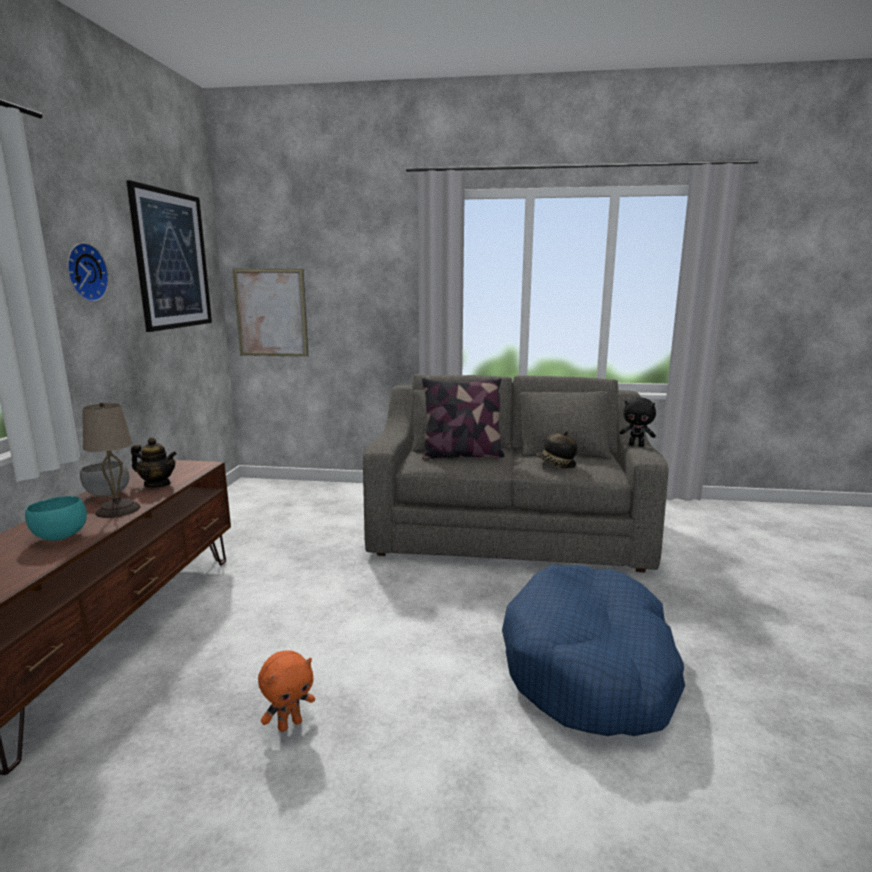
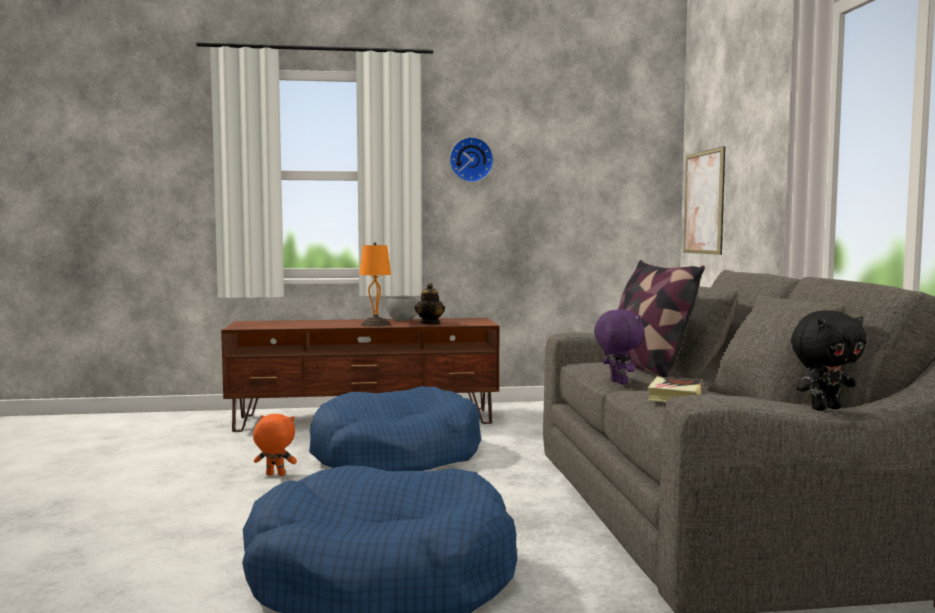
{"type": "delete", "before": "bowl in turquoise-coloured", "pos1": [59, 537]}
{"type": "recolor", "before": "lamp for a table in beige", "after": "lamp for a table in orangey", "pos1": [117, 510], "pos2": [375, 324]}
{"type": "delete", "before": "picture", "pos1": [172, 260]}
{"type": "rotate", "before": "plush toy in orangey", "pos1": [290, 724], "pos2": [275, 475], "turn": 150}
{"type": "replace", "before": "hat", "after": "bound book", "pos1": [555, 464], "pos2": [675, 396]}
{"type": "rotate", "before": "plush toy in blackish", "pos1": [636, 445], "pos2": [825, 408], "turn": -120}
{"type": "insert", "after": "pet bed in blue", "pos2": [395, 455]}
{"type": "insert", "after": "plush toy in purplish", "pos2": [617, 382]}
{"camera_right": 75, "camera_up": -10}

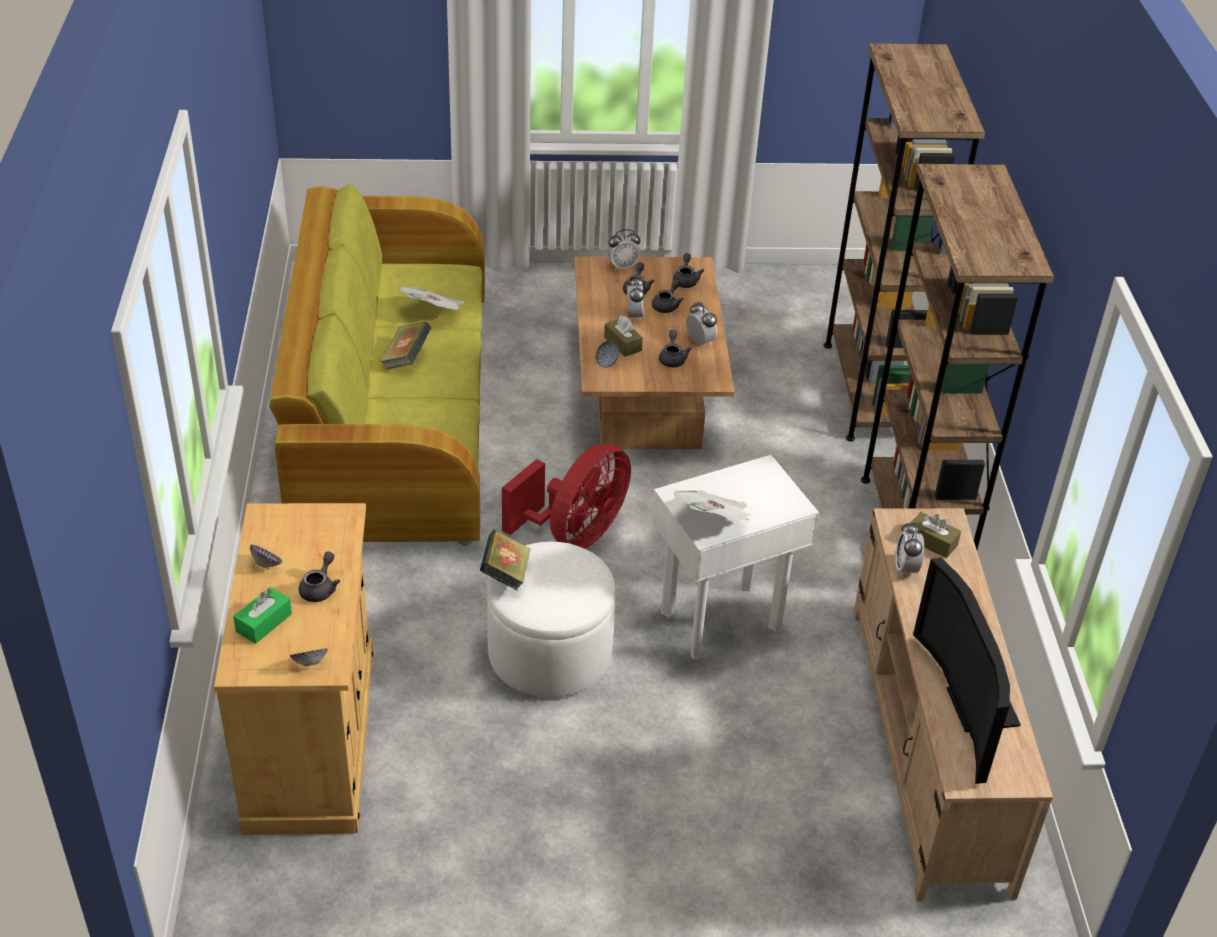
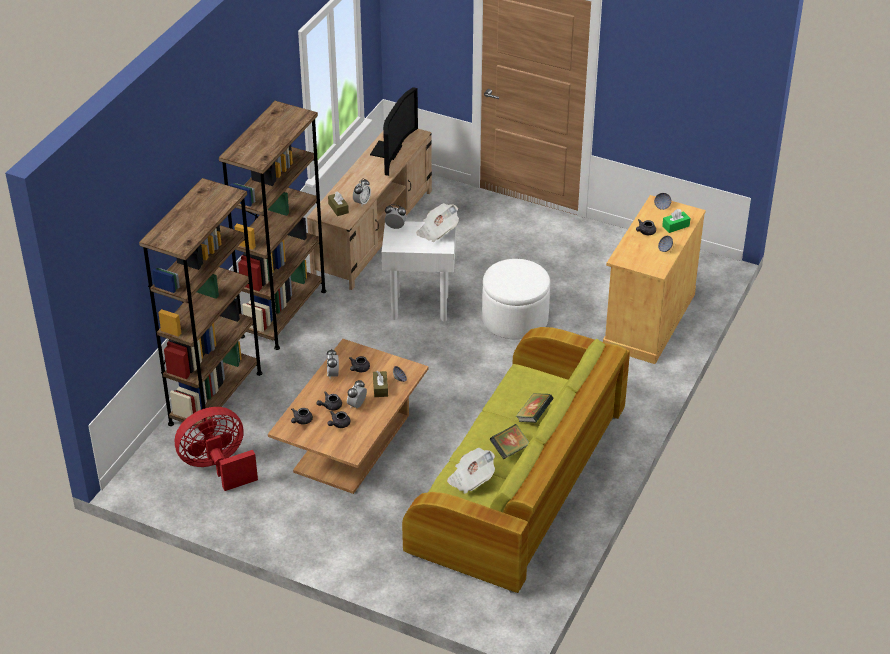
{"type": "move", "before": "bound book", "pos1": [505, 574], "pos2": [534, 416]}
{"type": "move", "before": "electric fan in red", "pos1": [575, 533], "pos2": [218, 467]}
{"type": "move", "before": "alarm clock", "pos1": [622, 266], "pos2": [395, 227]}
{"camera_right": -150, "camera_up": 0}

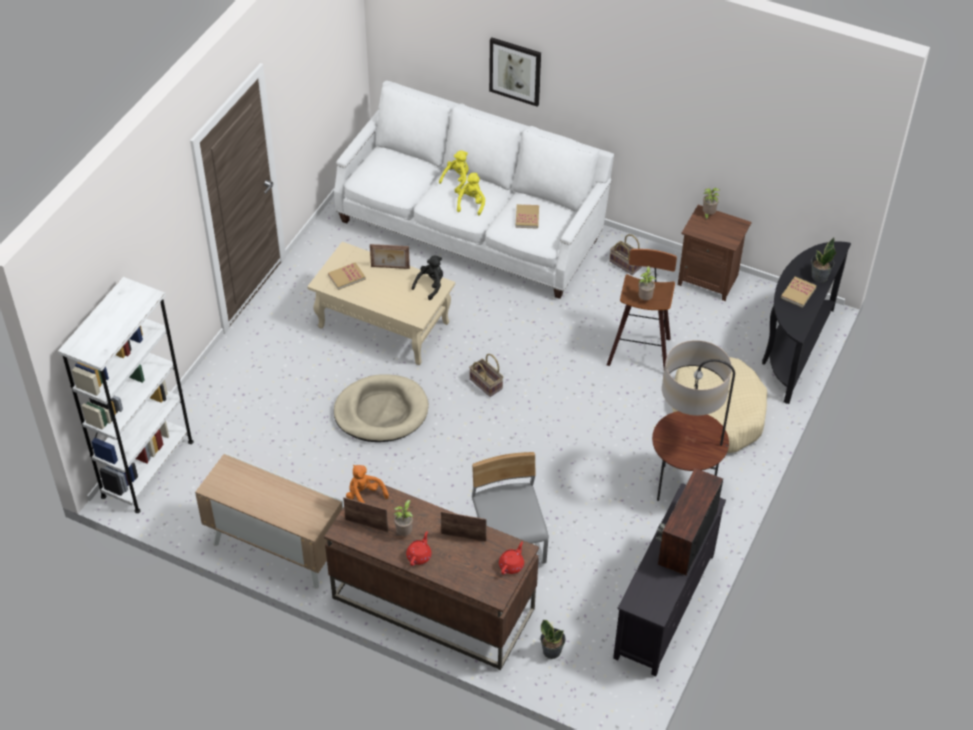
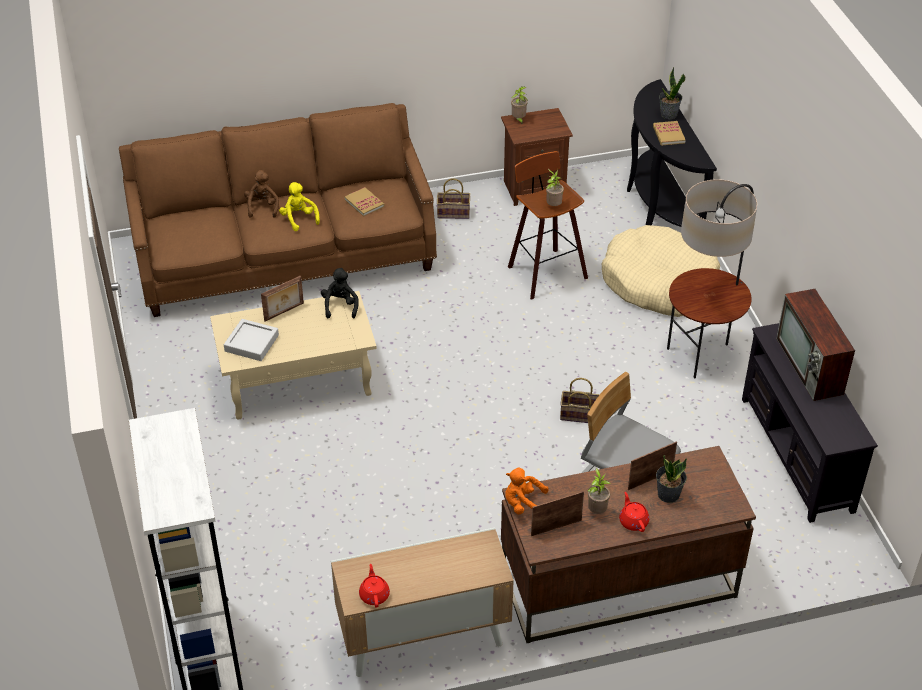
{"type": "replace", "before": "bound book", "after": "carrying tray in greyish", "pos1": [346, 277], "pos2": [251, 343]}
{"type": "recolor", "before": "settee in white-coloured", "after": "settee in brown", "pos1": [472, 227], "pos2": [285, 255]}
{"type": "delete", "before": "pet bed in beige", "pos1": [381, 411]}
{"type": "recolor", "before": "plush toy in yellow", "after": "plush toy in brown", "pos1": [457, 180], "pos2": [262, 207]}
{"type": "move", "before": "basket", "pos1": [487, 384], "pos2": [580, 414]}
{"type": "delete", "before": "picture", "pos1": [515, 71]}
{"type": "move", "before": "teapot in red", "pos1": [511, 565], "pos2": [374, 595]}
{"type": "move", "before": "potted plant", "pos1": [552, 650], "pos2": [668, 494]}
{"camera_right": -40, "camera_up": -5}

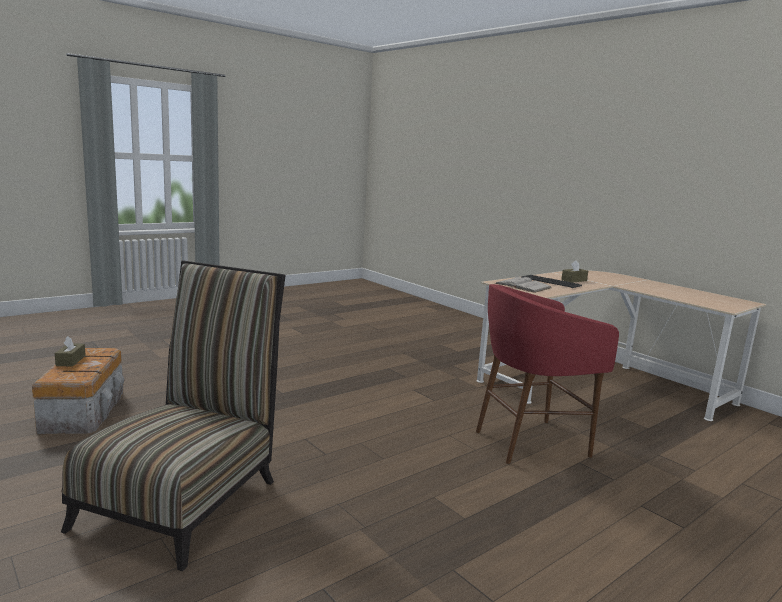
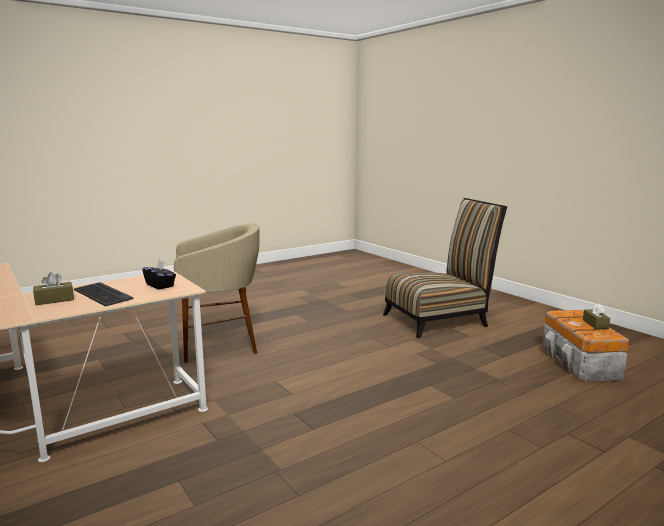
{"type": "rotate", "before": "upright chair", "pos1": [185, 497], "pos2": [440, 319], "turn": -135}
{"type": "recolor", "before": "sitting stool in red", "after": "sitting stool in beige", "pos1": [529, 442], "pos2": [220, 346]}
{"type": "replace", "before": "bound book in white-coloured", "after": "tissue holder in blackish", "pos1": [523, 286], "pos2": [160, 285]}
{"camera_right": -175, "camera_up": 0}

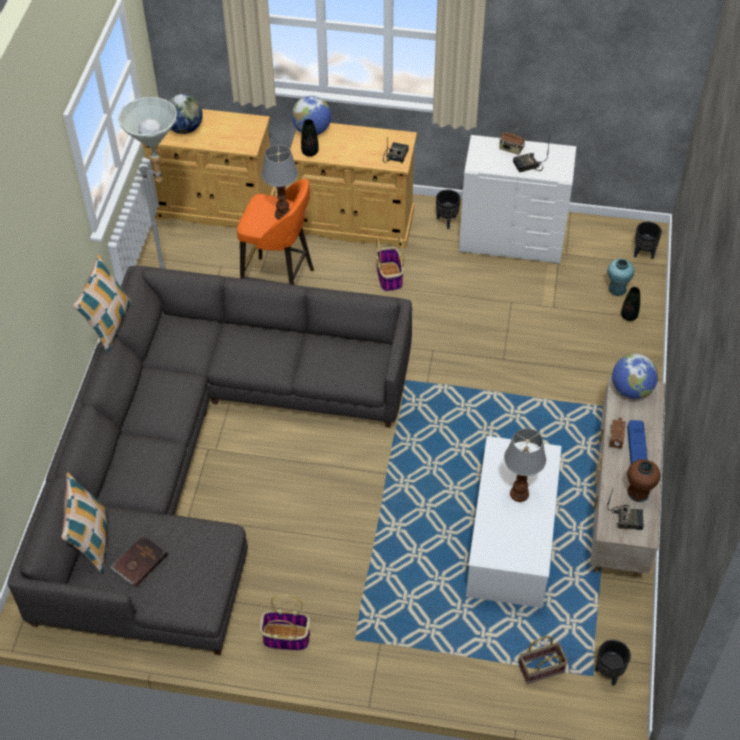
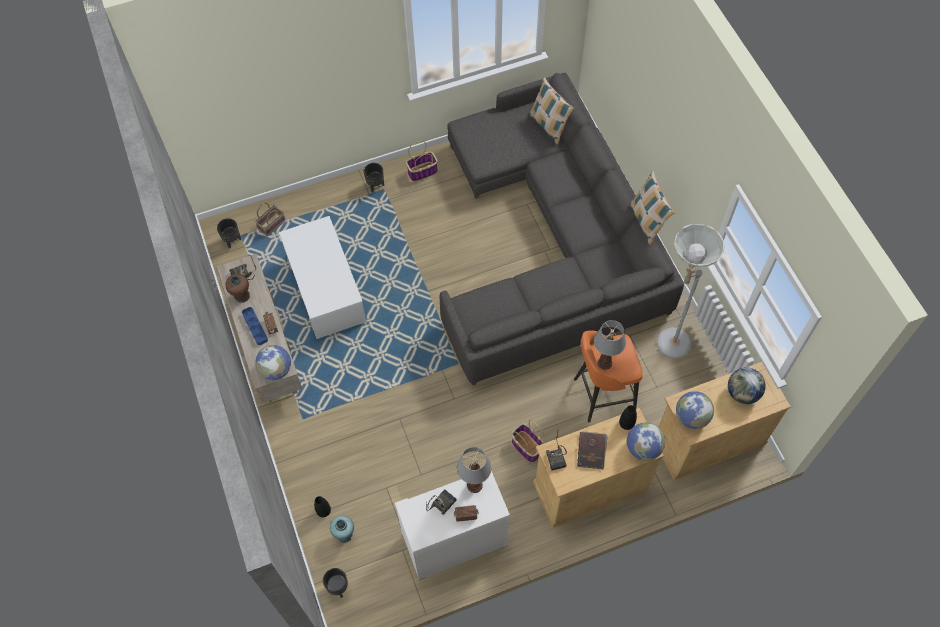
{"type": "move", "before": "bound book in brown", "pos1": [139, 562], "pos2": [592, 451]}
{"type": "move", "before": "plant pot in blackish", "pos1": [446, 221], "pos2": [375, 185]}
{"type": "move", "before": "lamp for a table", "pos1": [520, 494], "pos2": [474, 485]}
{"type": "insert", "after": "world globe", "pos2": [691, 417]}
{"camera_right": 150, "camera_up": 10}

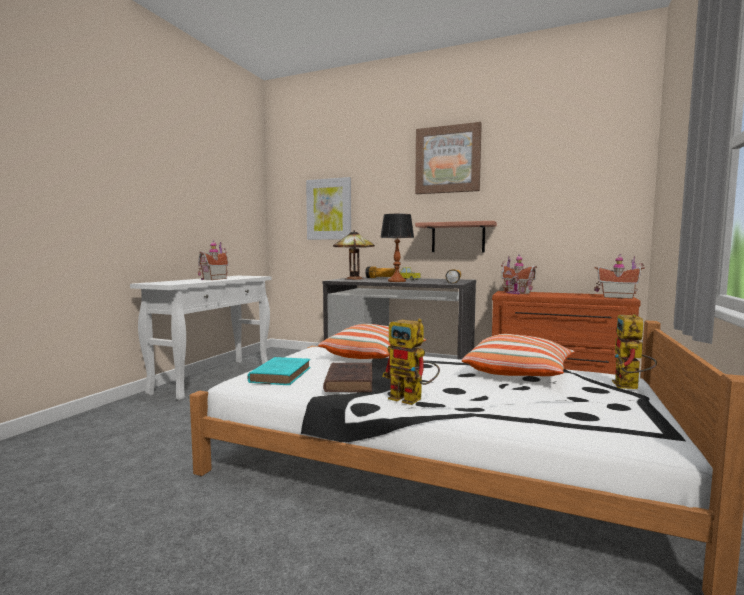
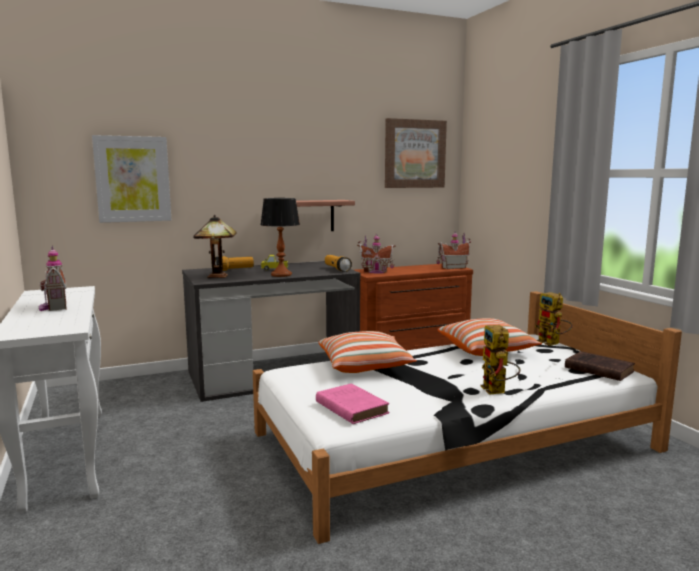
{"type": "recolor", "before": "bound book in turquoise-coloured", "after": "bound book in pink", "pos1": [281, 374], "pos2": [350, 407]}
{"type": "move", "before": "bound book in brown", "pos1": [349, 381], "pos2": [597, 369]}
{"type": "rotate", "before": "model robot", "pos1": [412, 399], "pos2": [497, 391], "turn": 90}
{"type": "move", "before": "picture", "pos1": [447, 160], "pos2": [414, 154]}
{"camera_right": -45, "camera_up": 5}

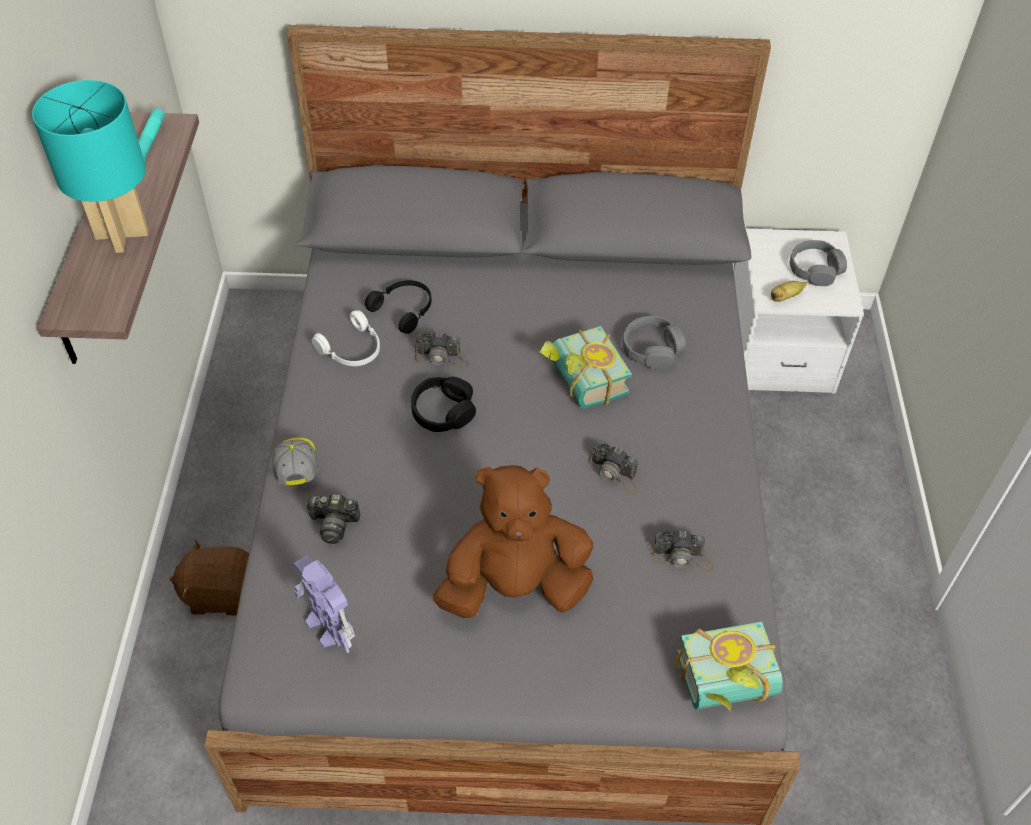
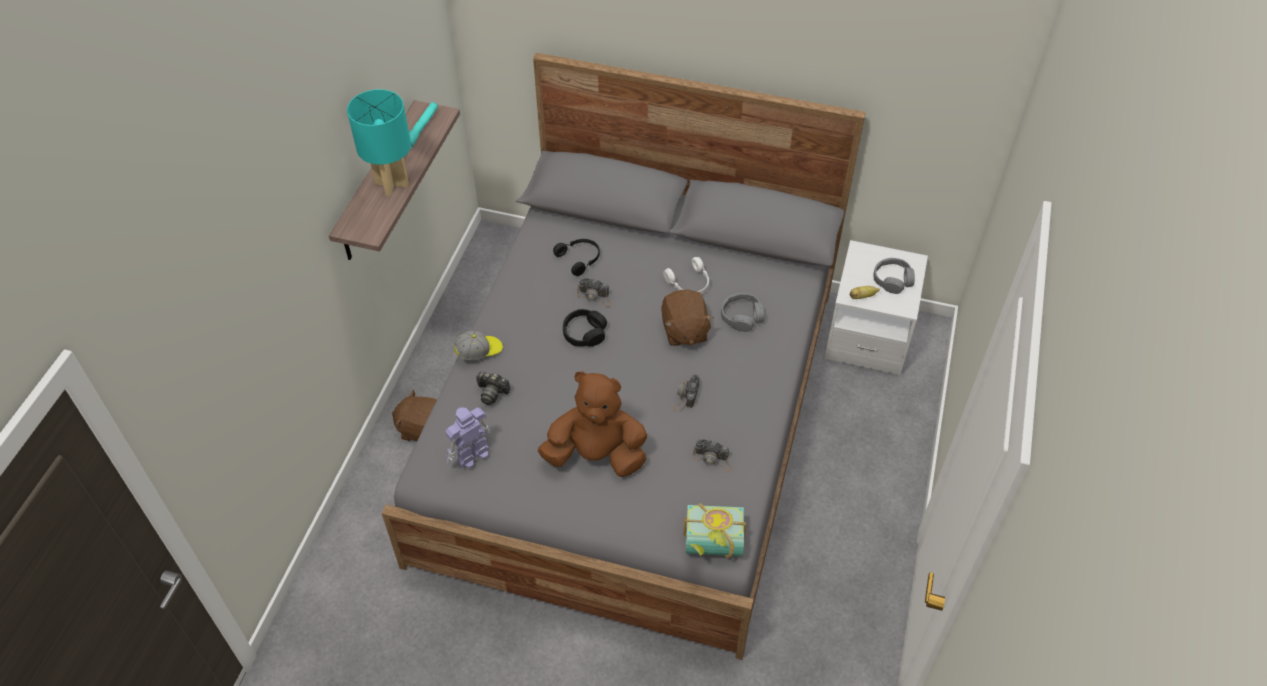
{"type": "rotate", "before": "baseball cap", "pos1": [296, 466], "pos2": [479, 351], "turn": 60}
{"type": "rotate", "before": "model robot", "pos1": [330, 627], "pos2": [472, 455], "turn": 75}
{"type": "move", "before": "headphones in white-coloured", "pos1": [352, 350], "pos2": [689, 283]}
{"type": "replace", "before": "bound book", "after": "plush toy in brown", "pos1": [580, 383], "pos2": [684, 331]}
{"type": "rotate", "before": "photo camera", "pos1": [614, 474], "pos2": [686, 396], "turn": 60}
{"camera_right": 15, "camera_up": 0}

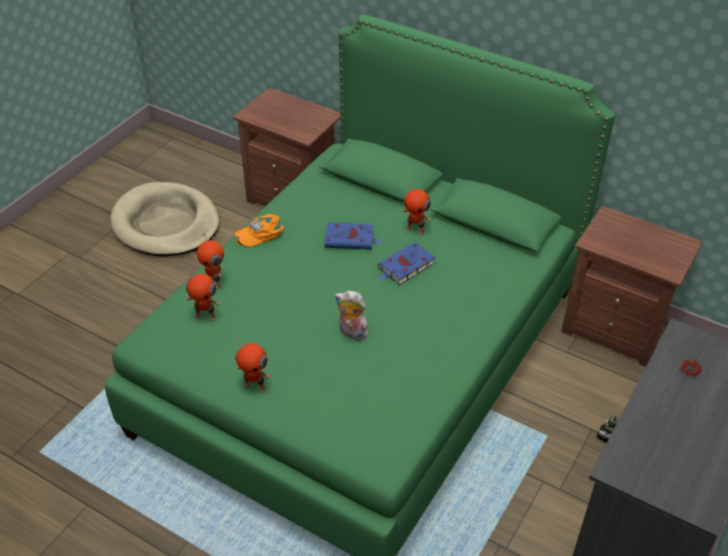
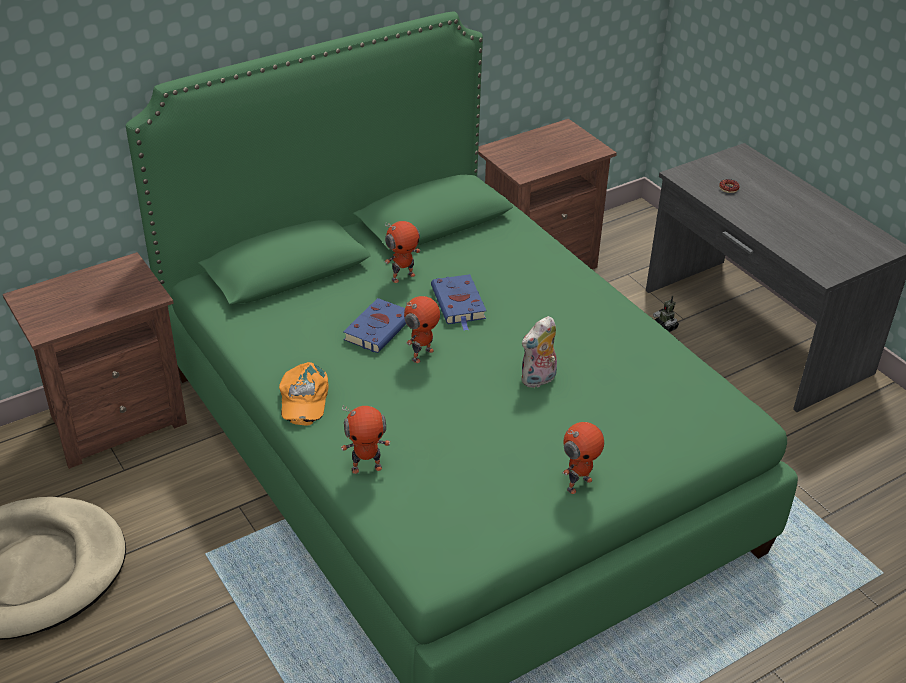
{"type": "move", "before": "model robot", "pos1": [206, 315], "pos2": [421, 354]}
{"camera_right": -65, "camera_up": -5}

